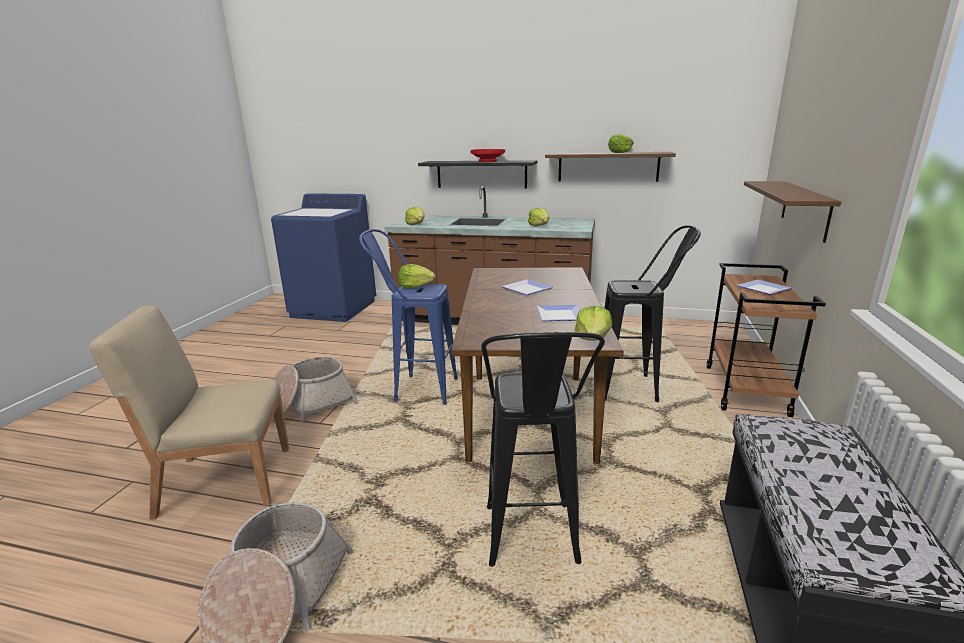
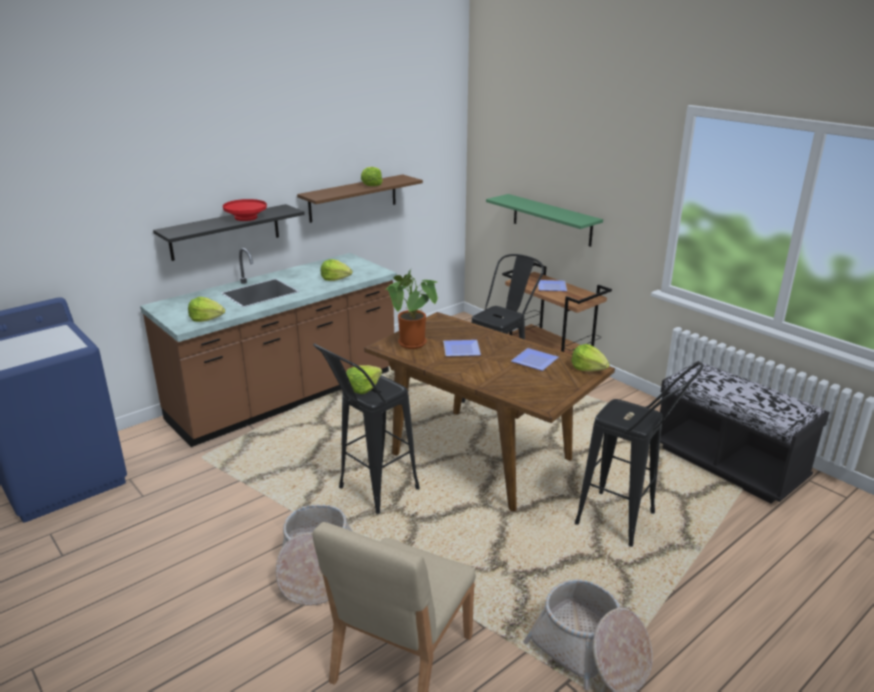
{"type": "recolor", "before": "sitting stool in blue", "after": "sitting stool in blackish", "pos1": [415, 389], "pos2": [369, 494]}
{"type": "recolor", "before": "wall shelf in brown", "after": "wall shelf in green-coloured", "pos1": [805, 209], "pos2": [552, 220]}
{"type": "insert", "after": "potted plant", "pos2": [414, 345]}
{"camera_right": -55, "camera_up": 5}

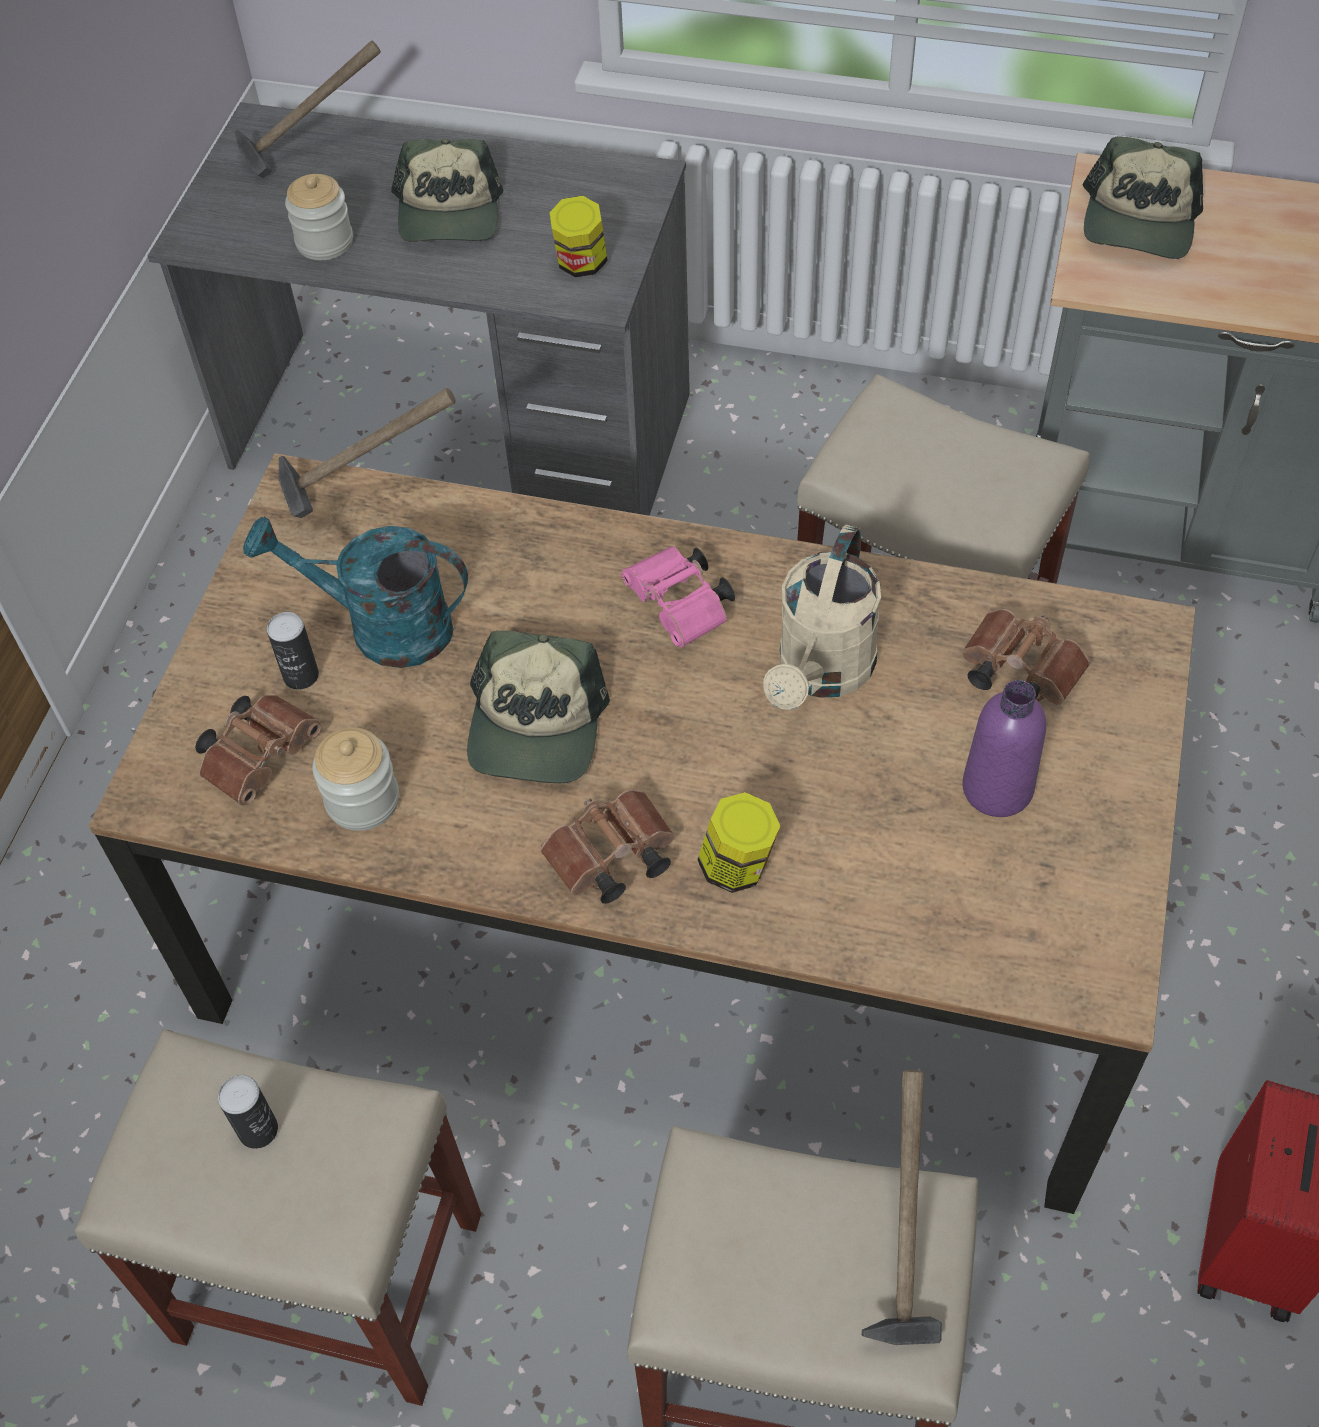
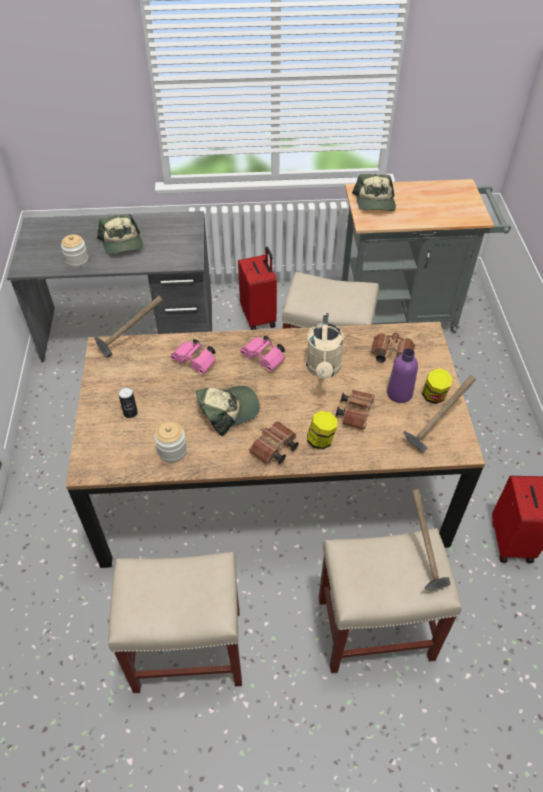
{"type": "move", "before": "field glasses in brown", "pos1": [262, 755], "pos2": [355, 412]}
{"type": "delete", "before": "metal can", "pos1": [258, 1130]}
{"type": "move", "before": "tool hammer", "pos1": [312, 151], "pos2": [434, 430]}
{"type": "delete", "before": "watering pot in turquoise-coloured", "pos1": [382, 627]}
{"type": "rotate", "before": "baseball cap", "pos1": [536, 727], "pos2": [228, 410], "turn": -105}
{"type": "move", "before": "jar", "pos1": [581, 264], "pos2": [433, 396]}
{"type": "insert", "after": "field glasses in pink", "pos2": [196, 362]}
{"type": "insert", "after": "suitcase in red", "pos2": [259, 317]}
{"camera_right": -20, "camera_up": -5}

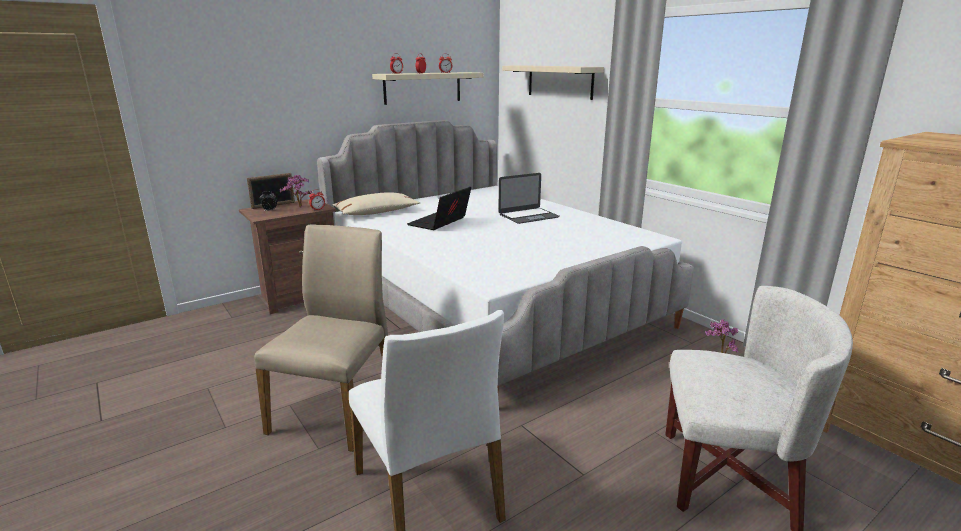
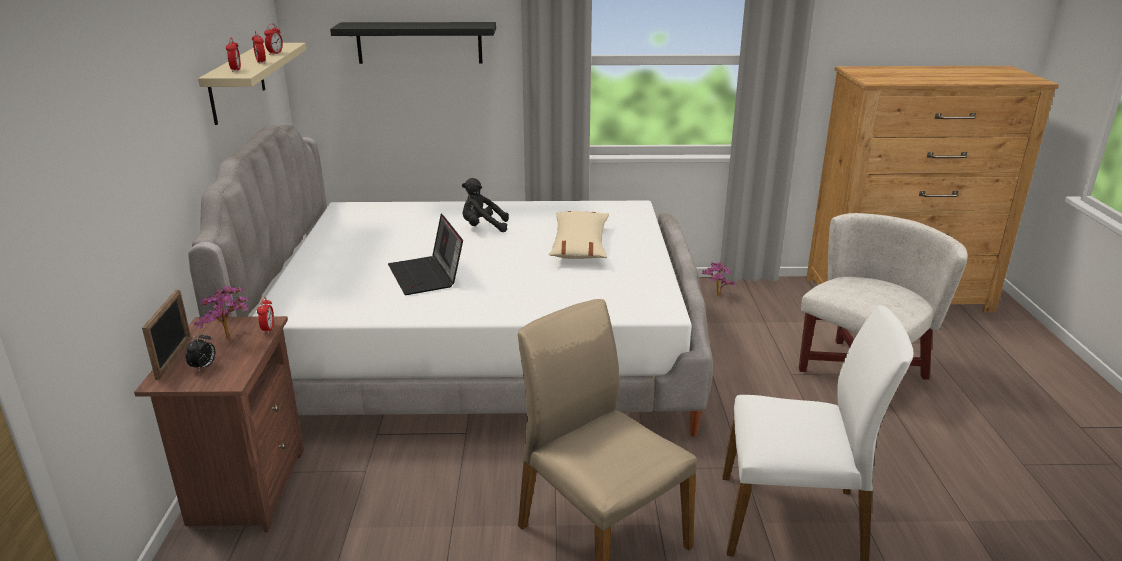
{"type": "move", "before": "throw pillow in beige", "pos1": [376, 212], "pos2": [579, 245]}
{"type": "replace", "before": "laptop", "after": "plush toy in blackish", "pos1": [528, 216], "pos2": [483, 227]}
{"type": "recolor", "before": "wall shelf in beige", "after": "wall shelf in blackish", "pos1": [560, 81], "pos2": [419, 42]}
{"camera_right": -55, "camera_up": 5}

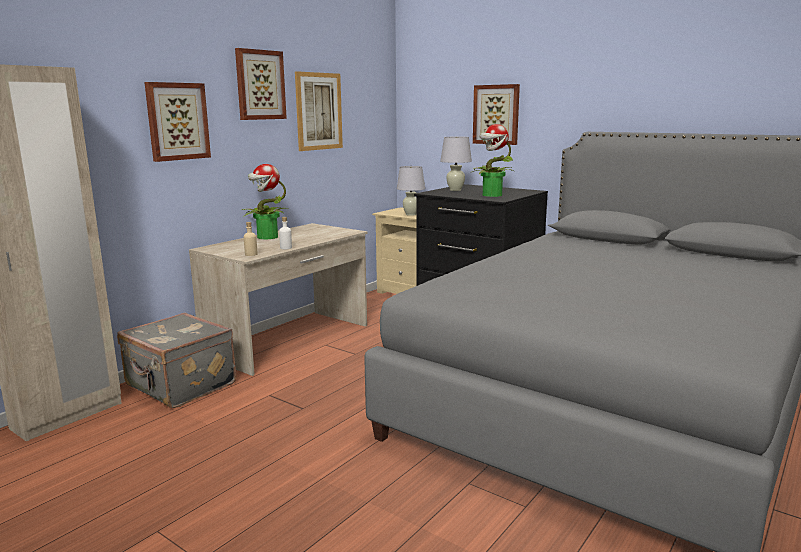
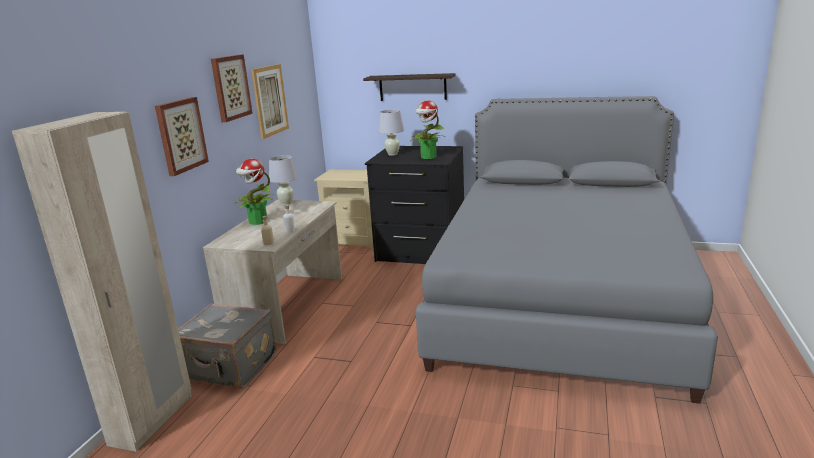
{"type": "move", "before": "lamp for a table in white-coloured", "pos1": [411, 214], "pos2": [286, 203]}
{"type": "replace", "before": "picture", "after": "wall shelf", "pos1": [496, 114], "pos2": [412, 87]}
{"camera_right": -20, "camera_up": 5}

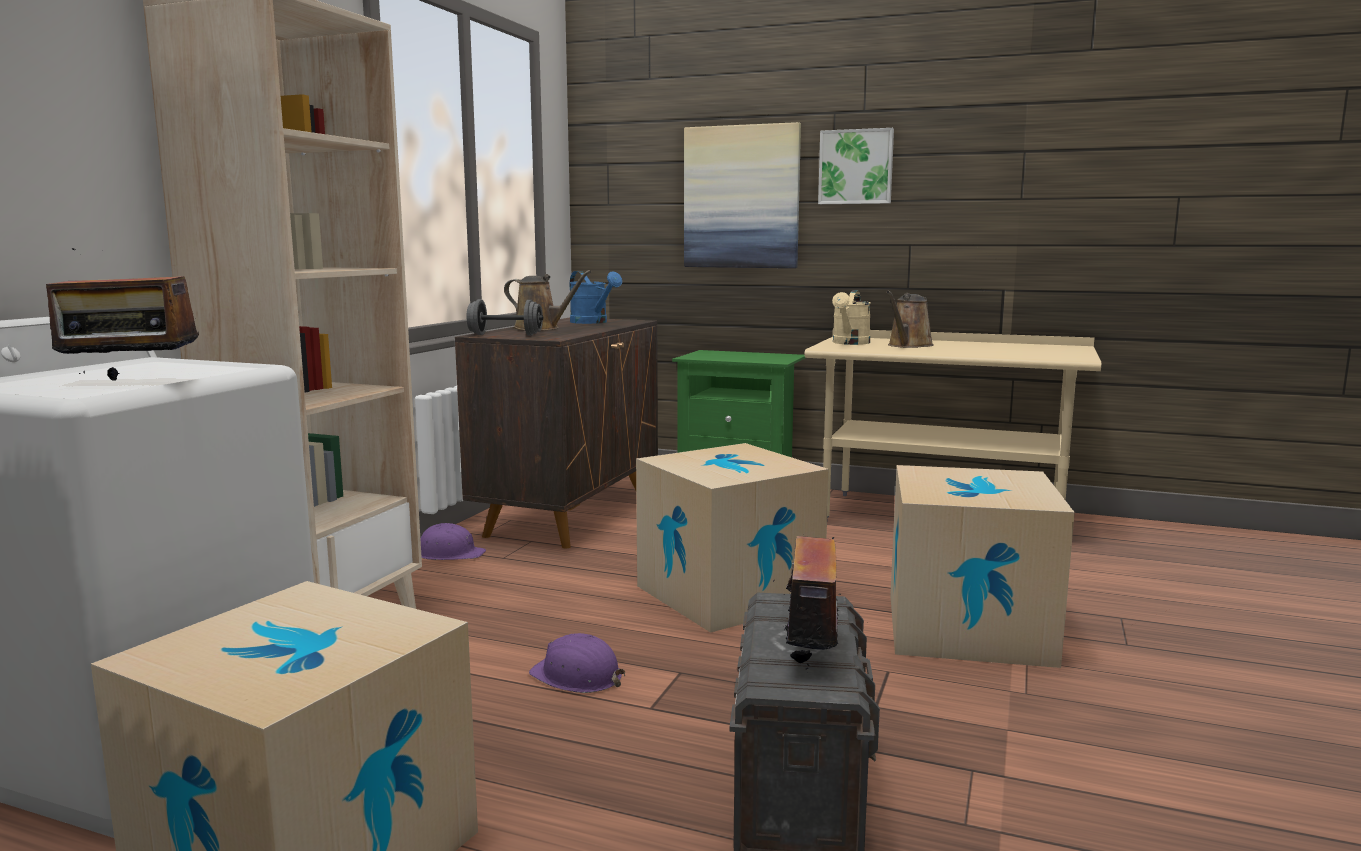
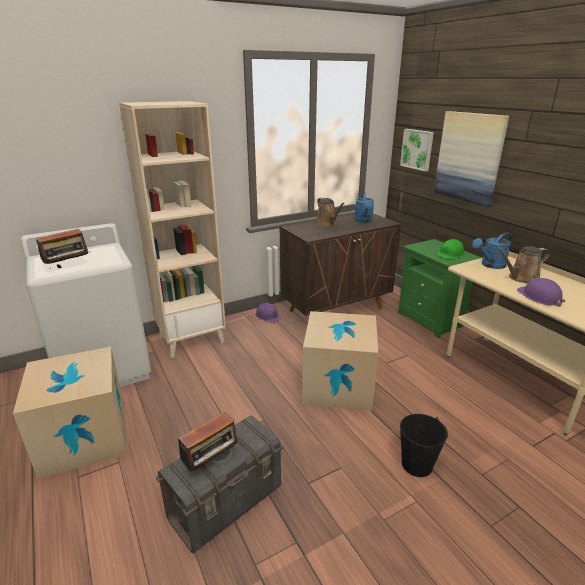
{"type": "rotate", "before": "radio set", "pos1": [130, 382], "pos2": [68, 267], "turn": -75}
{"type": "delete", "before": "dumbbell in greyish", "pos1": [505, 335]}
{"type": "move", "before": "work helmet in purplish", "pos1": [577, 676], "pos2": [539, 297]}
{"type": "move", "before": "picture", "pos1": [856, 167], "pos2": [417, 149]}
{"type": "recolor", "before": "watering pot in beige", "after": "watering pot in blue", "pos1": [849, 343], "pos2": [490, 265]}
{"type": "replace", "before": "carton", "after": "bucket in blackish", "pos1": [967, 628], "pos2": [416, 464]}
{"type": "insert", "after": "work helmet in green-coloured", "pos2": [450, 254]}
{"camera_right": 40, "camera_up": 15}

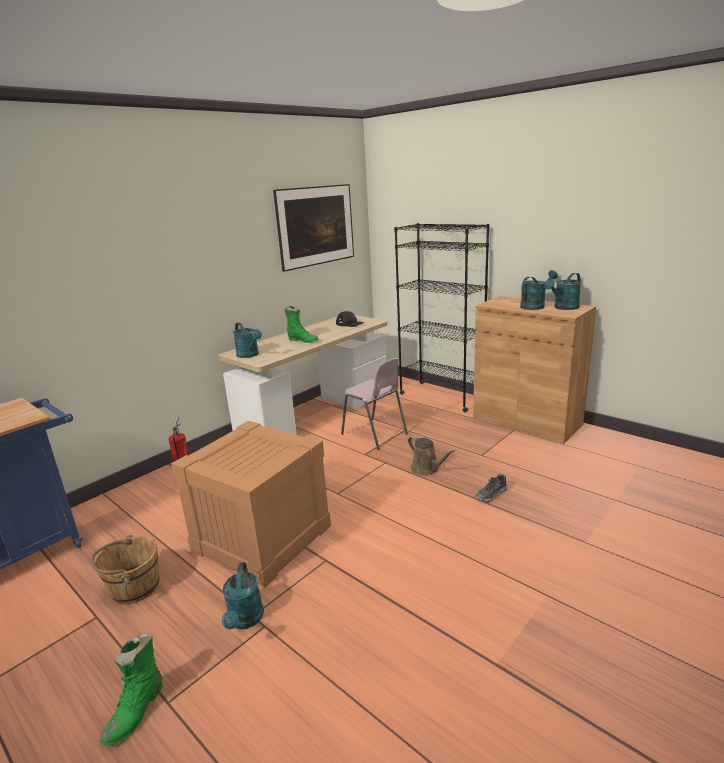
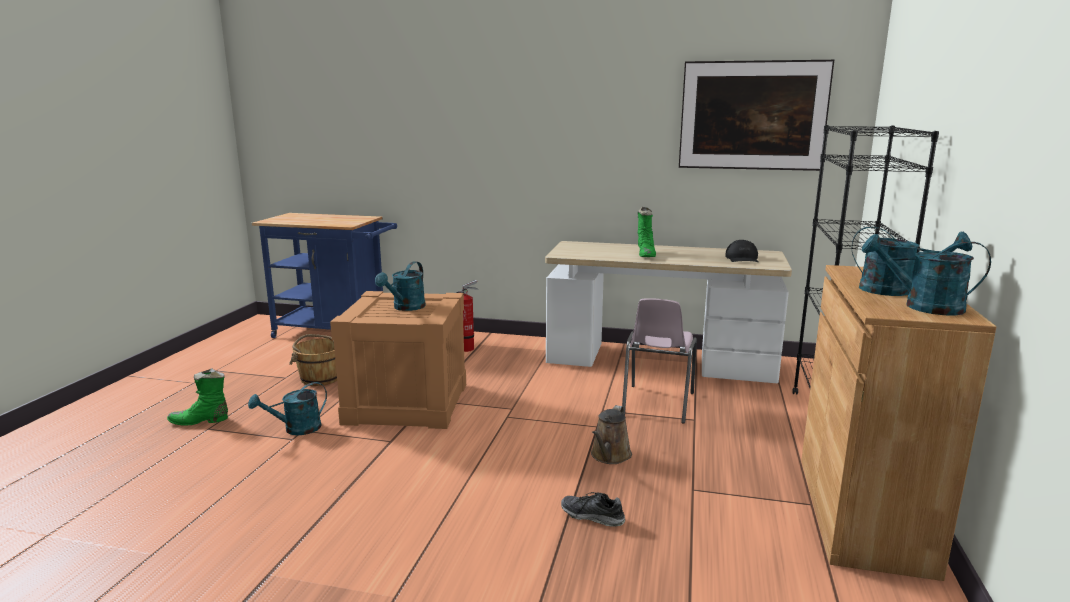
{"type": "move", "before": "watering pot in turquoise-coloured", "pos1": [250, 355], "pos2": [405, 308]}
{"camera_right": 60, "camera_up": -5}

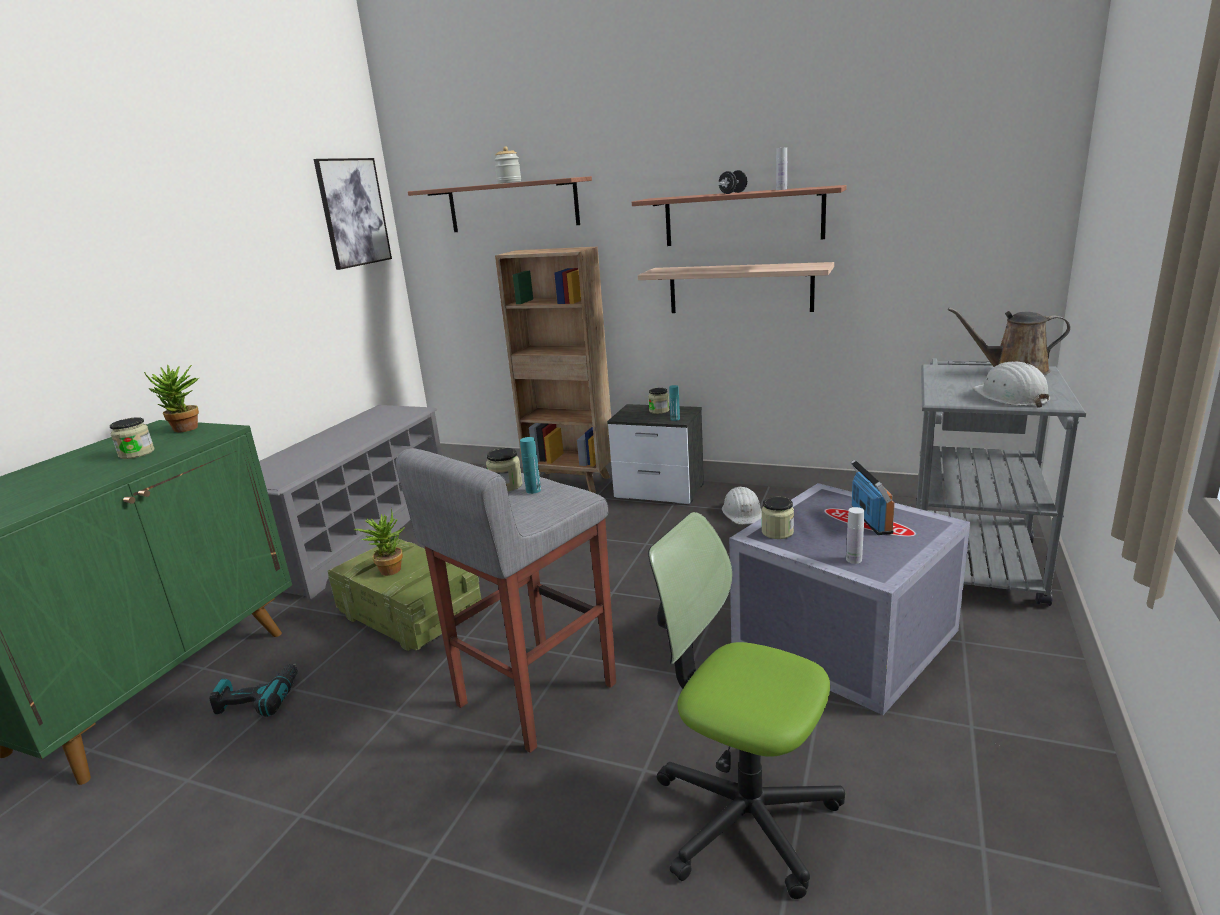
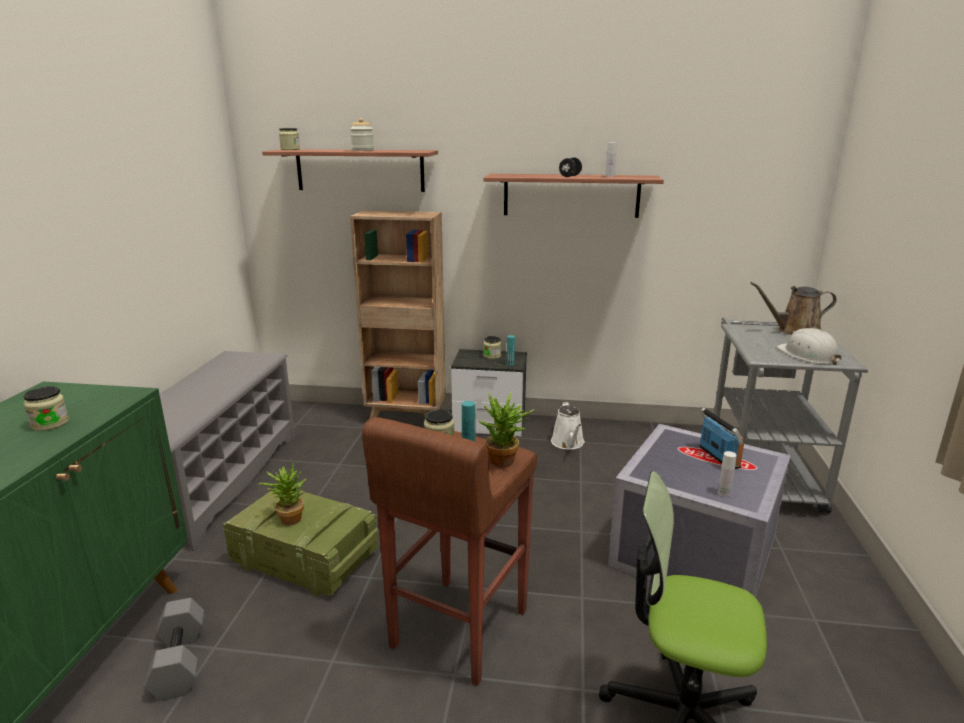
{"type": "move", "before": "potted plant", "pos1": [186, 430], "pos2": [505, 463]}
{"type": "replace", "before": "drill", "after": "dumbbell in greyish", "pos1": [258, 699], "pos2": [181, 662]}
{"type": "delete", "before": "picture", "pos1": [353, 212]}
{"type": "recolor", "before": "sitting stool in greyish", "after": "sitting stool in brown", "pos1": [533, 695], "pos2": [457, 629]}
{"type": "delete", "before": "wall shelf", "pos1": [740, 288]}
{"type": "replace", "before": "work helmet in white-coloured", "after": "watering pot in white-coloured", "pos1": [742, 513], "pos2": [568, 443]}
{"type": "move", "before": "jar", "pos1": [777, 532], "pos2": [290, 149]}
{"camera_right": -15, "camera_up": 0}

